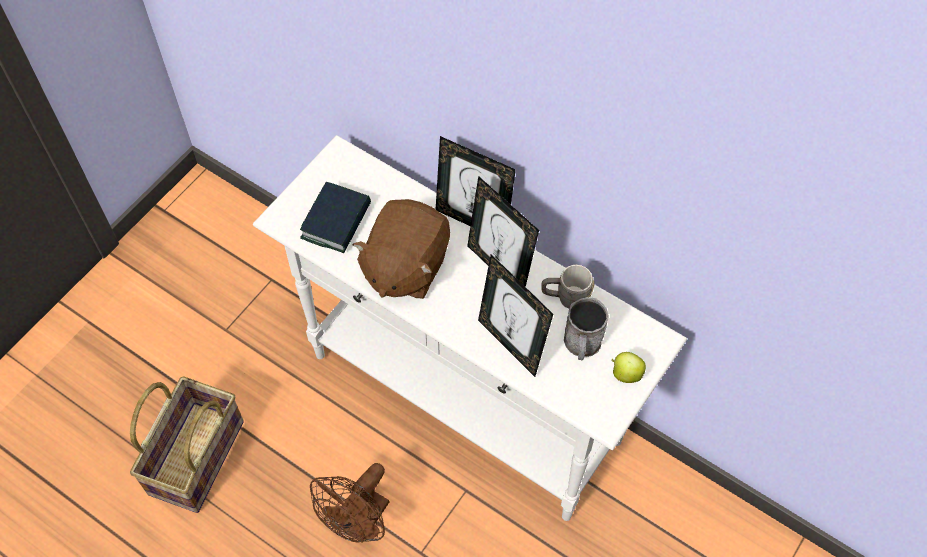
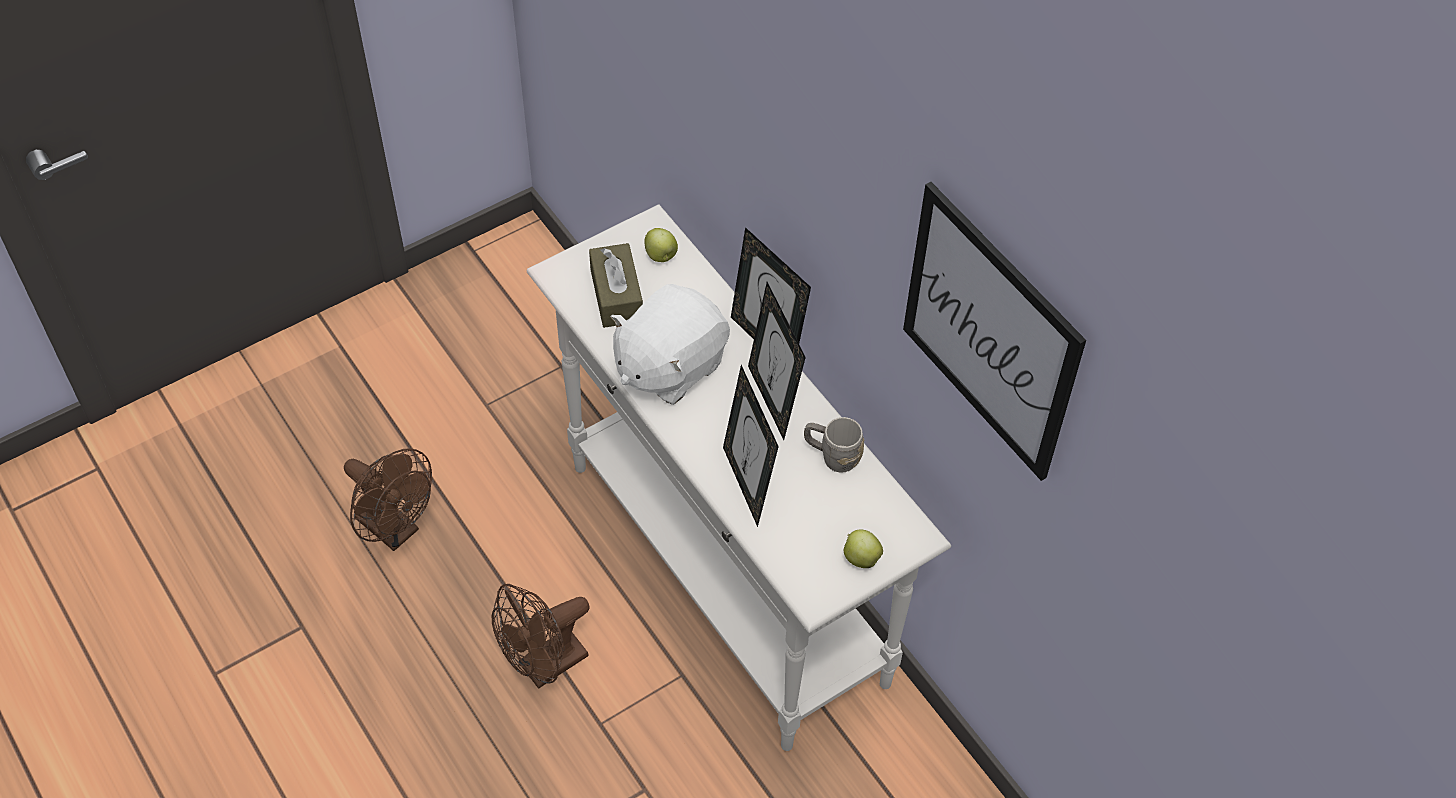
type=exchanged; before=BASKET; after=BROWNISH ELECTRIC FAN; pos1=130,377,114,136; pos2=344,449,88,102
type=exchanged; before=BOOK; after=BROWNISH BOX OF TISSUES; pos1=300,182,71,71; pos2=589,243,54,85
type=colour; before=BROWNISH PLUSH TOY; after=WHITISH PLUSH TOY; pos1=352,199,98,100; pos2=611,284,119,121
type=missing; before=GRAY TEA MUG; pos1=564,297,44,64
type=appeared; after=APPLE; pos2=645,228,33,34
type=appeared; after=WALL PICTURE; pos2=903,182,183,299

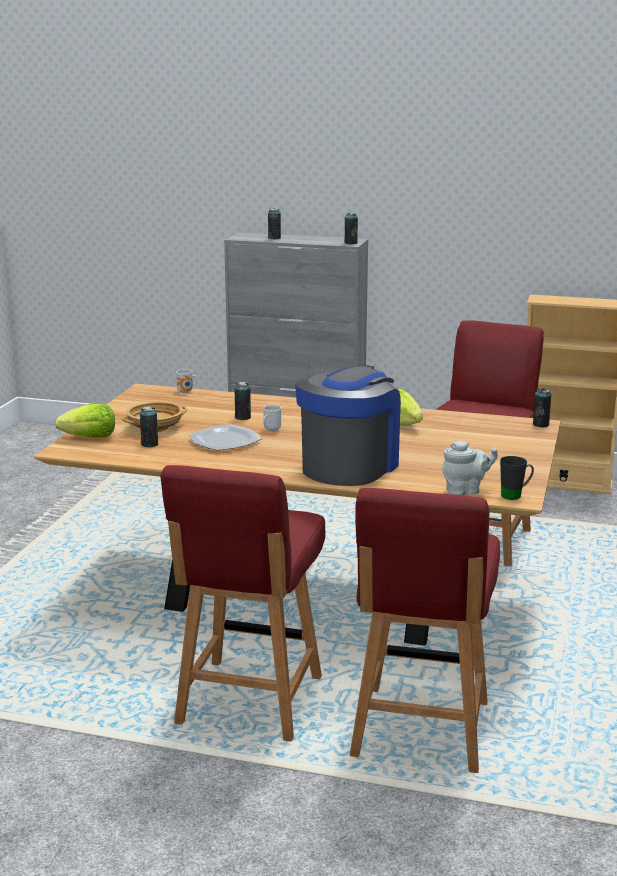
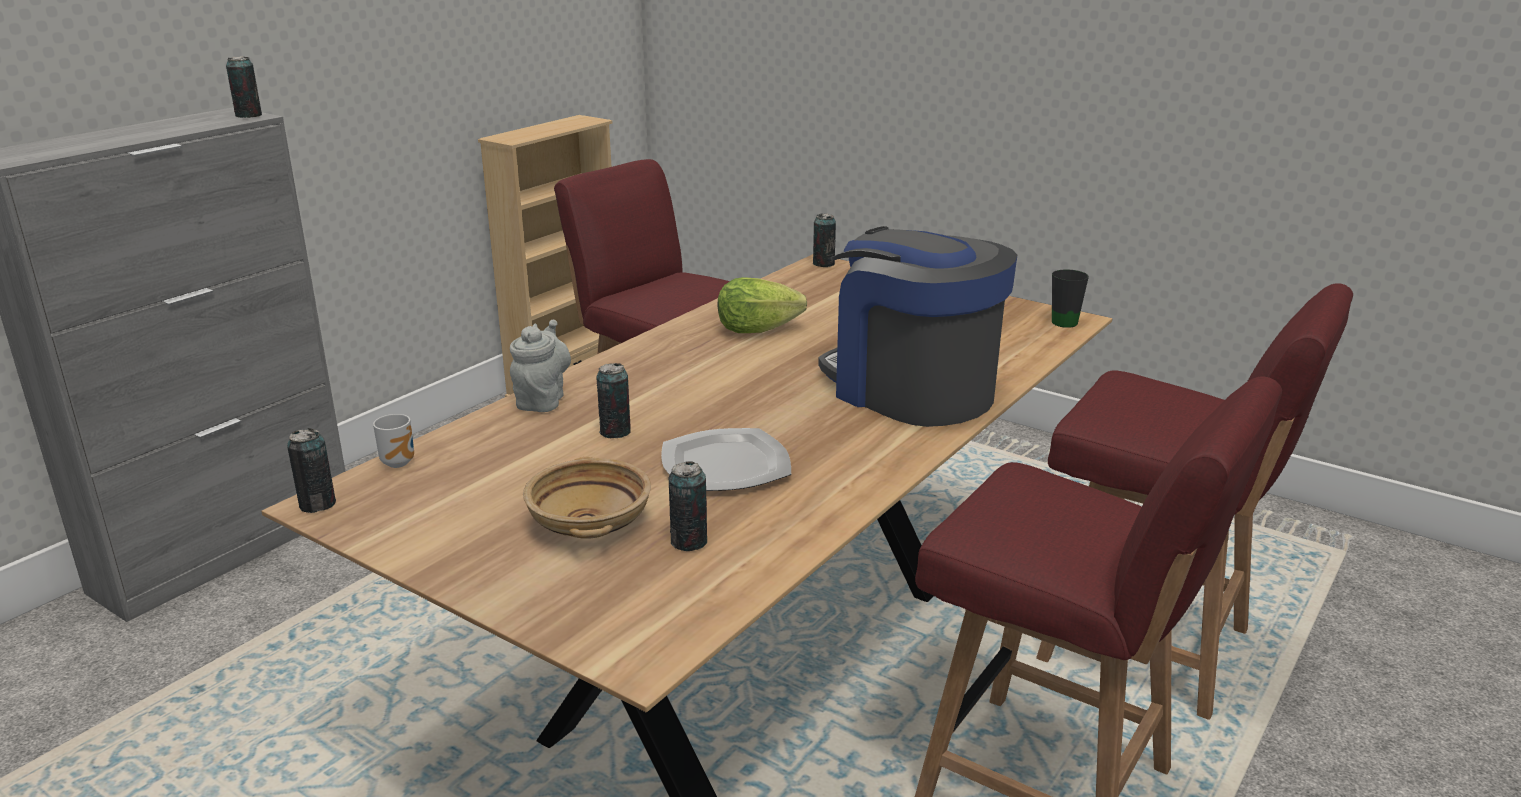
type=missing; before=LETTUCE HEAD; pos1=55,403,60,35
type=missing; before=TEA MUG; pos1=263,405,18,27
type=relocated; before=METAL CAN; pos1=268,209,13,30; pos2=287,428,49,85
type=relocated; before=GRAY POT FOR TEA; pos1=442,441,56,54; pos2=510,320,61,92

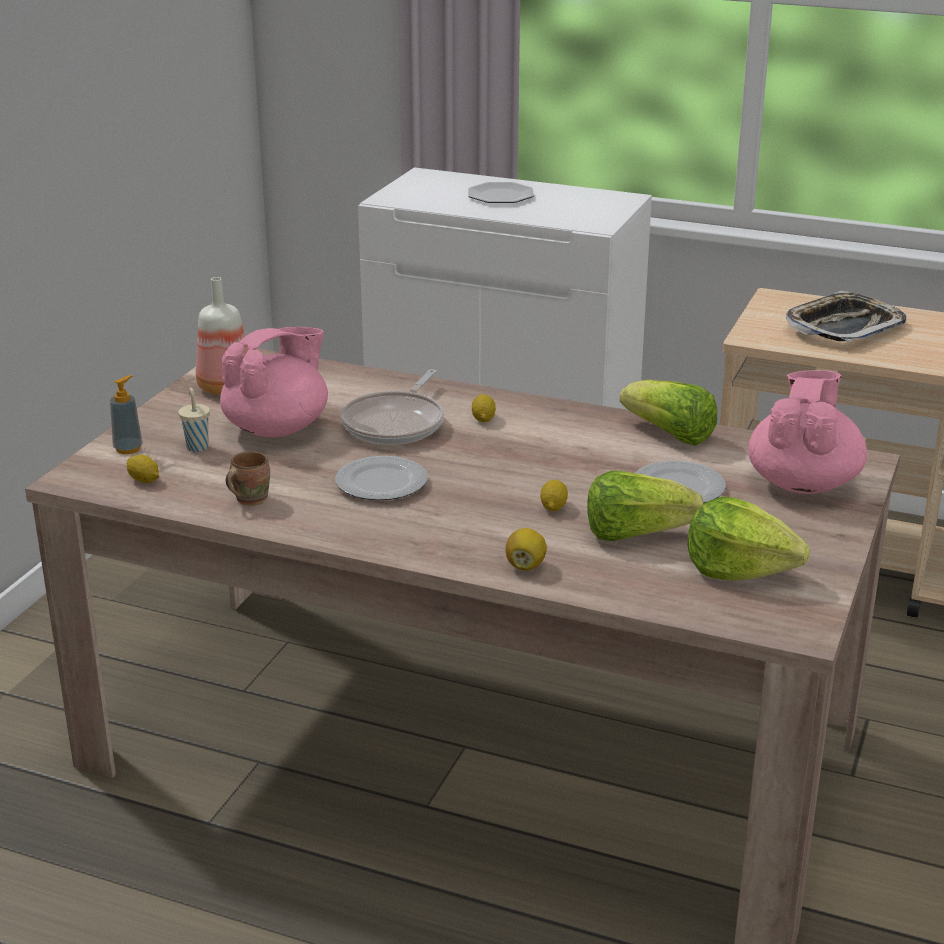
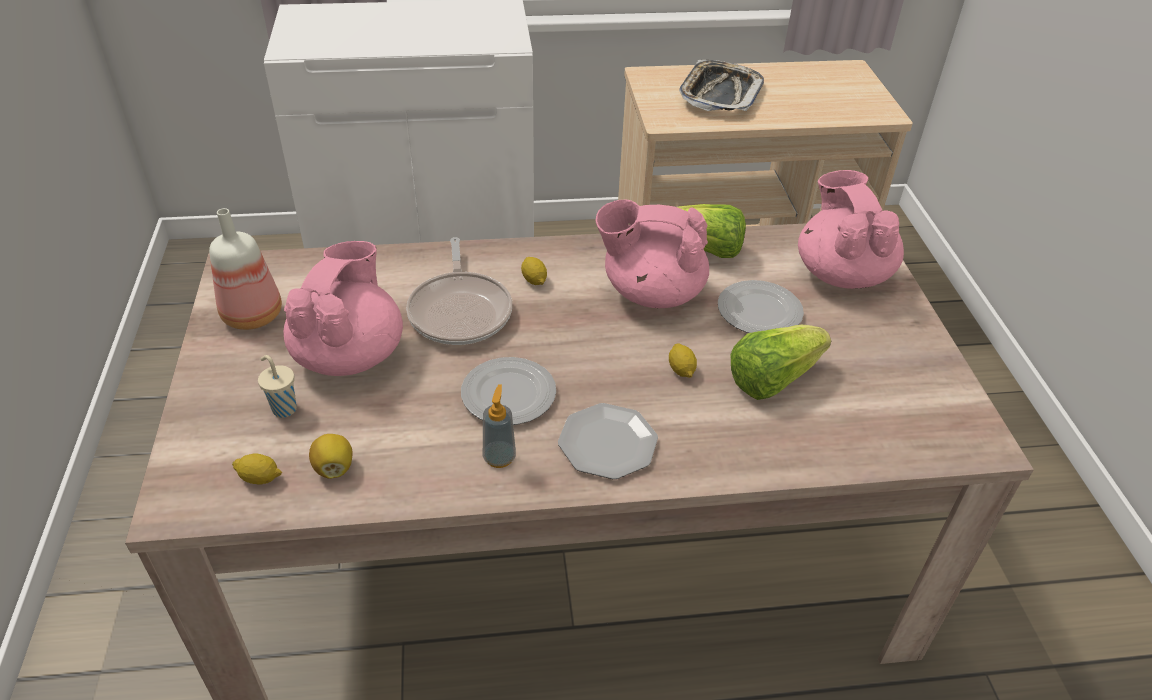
type=relocated; before=SOAP DISPENSER; pos1=110,375,33,79; pos2=483,384,33,84
type=missing; before=BROWNISH TEA MUG; pos1=226,451,44,55
type=relocated; before=DINNER PLATE; pos1=468,182,66,21; pos2=558,403,100,76
type=relocated; before=WHOLE LEMON; pos1=505,528,42,43; pos2=309,434,43,45
type=missing; before=LETTUCE HEAD; pos1=687,496,123,85
type=appeared; after=PINK-COLOURED POT FOR TEA; pos2=596,200,113,108

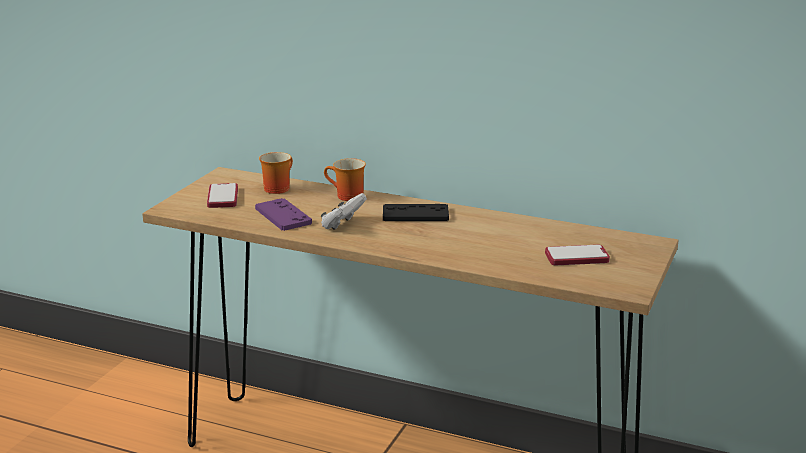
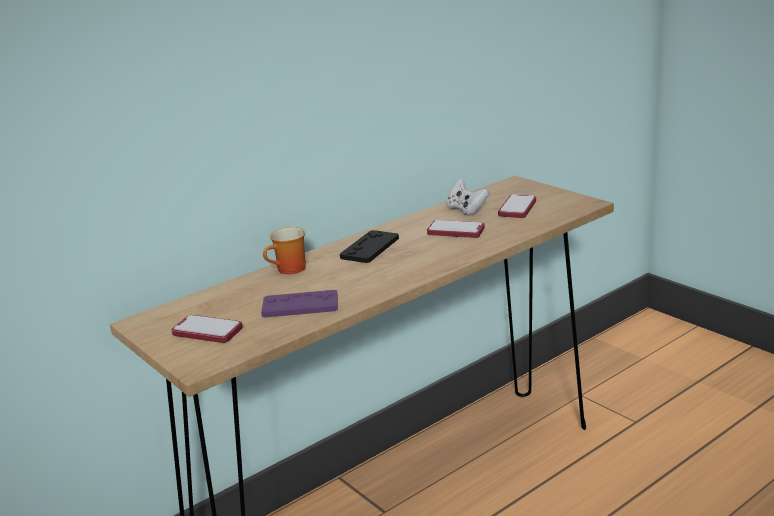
type=missing; before=TEA MUG; pos1=259,152,34,42
type=relocated; before=WHITISH GAMEPAD; pos1=321,193,46,37; pos2=446,179,43,37
type=appeared; after=PHONE; pos2=427,220,58,18

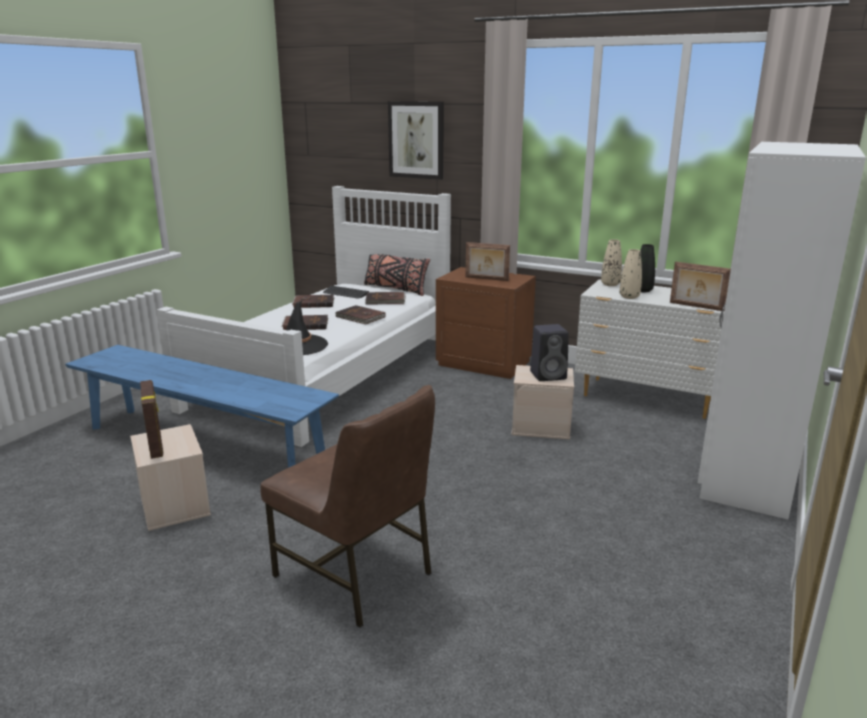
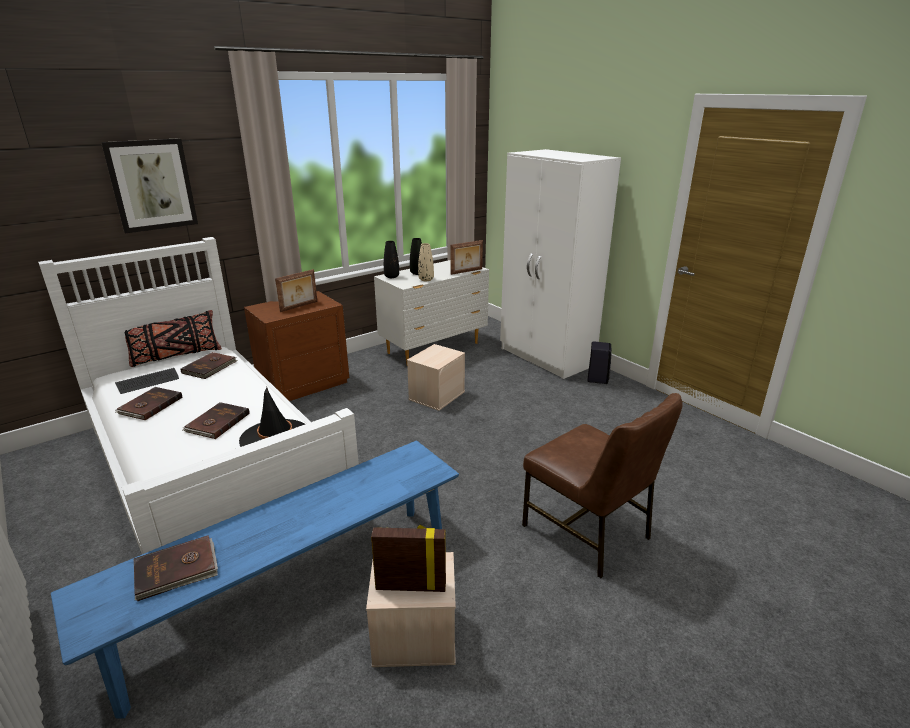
type=spun; before=BROWNISH PLAIN CHAIR; pos1=260,385,175,243; pos2=522,393,161,185; turn=75
type=relocated; before=BROWNISH BOOK; pos1=335,305,51,20; pos2=134,535,84,66
type=relocated; before=BLACK AUDIO SPEAKER; pos1=530,324,39,57; pos2=588,341,24,43
type=colour; before=BEIGE-COLOURED VASE; after=BLACK VASE; pos1=601,239,21,47; pos2=384,241,15,37

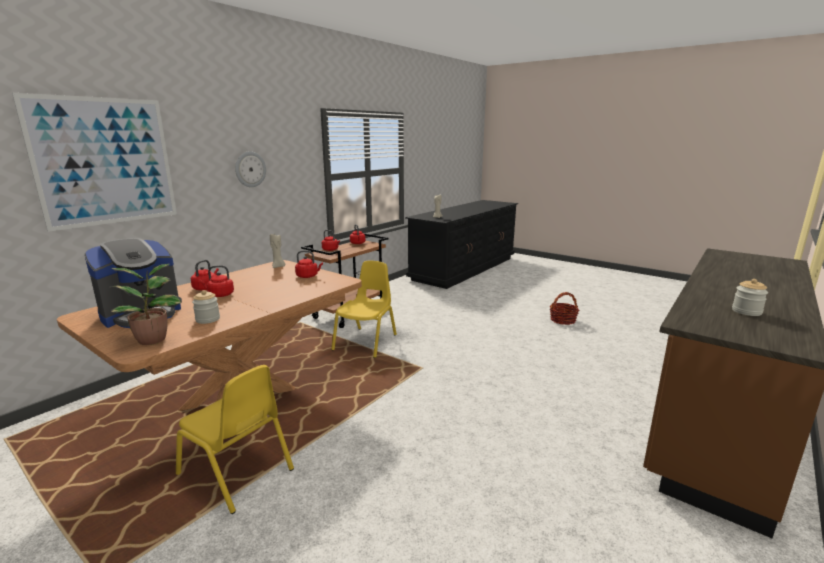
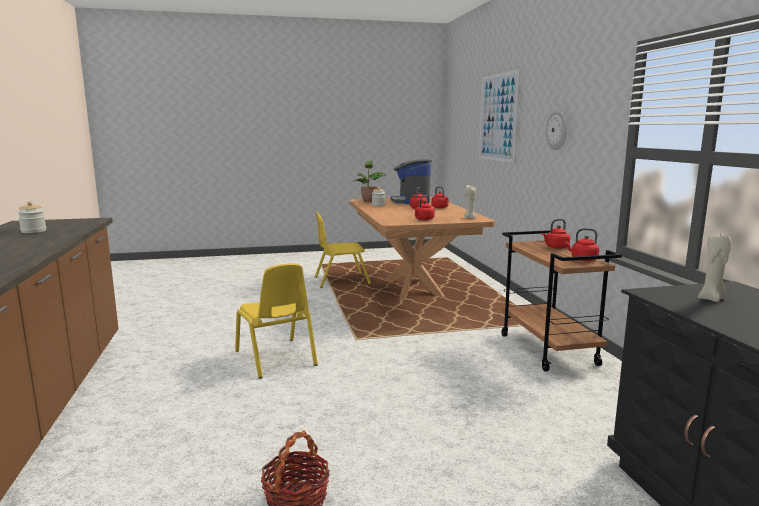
type=relocated; before=YELLOWISH PLAIN CHAIR; pos1=331,261,66,97; pos2=235,263,83,116

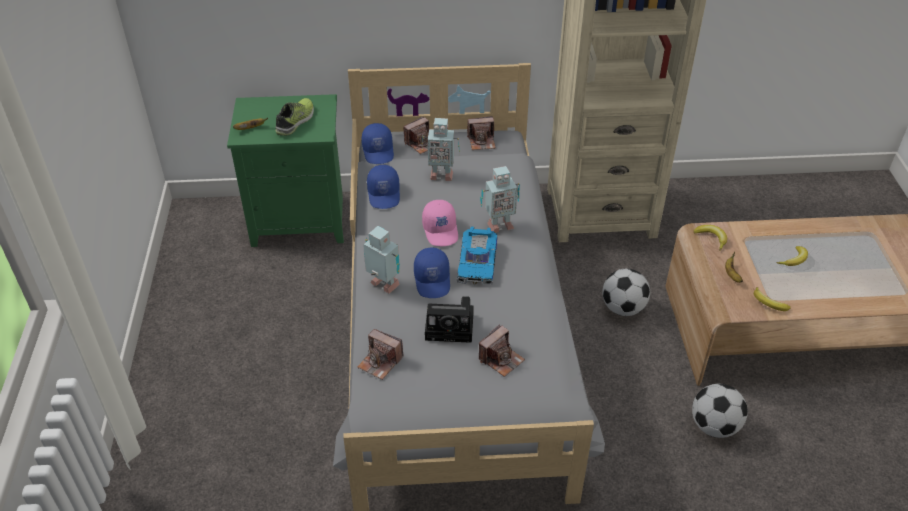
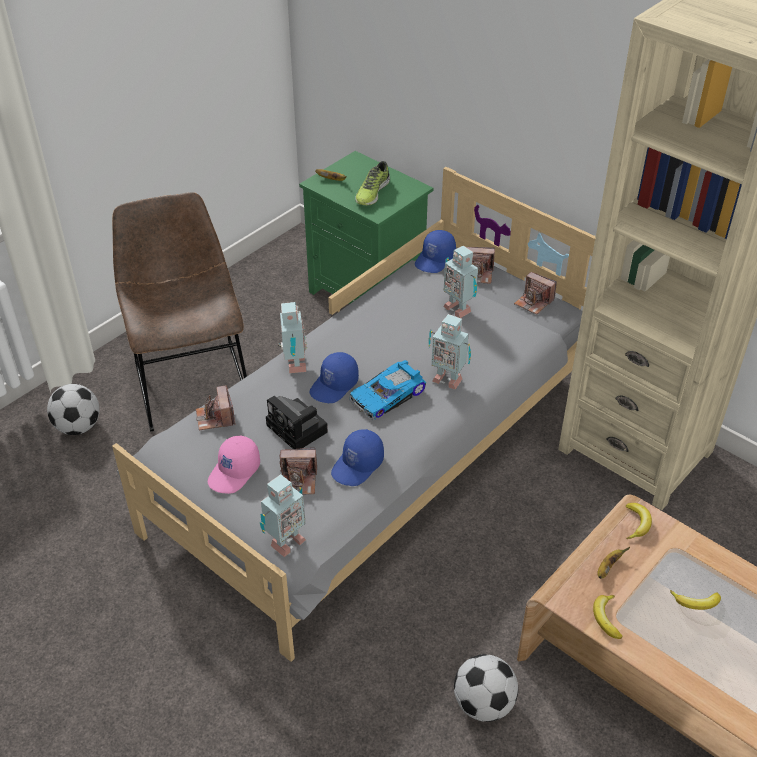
type=spun; before=ITEM OF FOOTWEAR; pos1=275,98,39,38; pos2=355,161,35,45; turn=135
type=relocated; before=BLUISH BASEBALL CAP; pos1=367,165,33,44; pos2=331,429,53,57
type=relocated; before=PINK-COLOURED BASEBALL CAP; pos1=422,200,36,46; pos2=208,435,52,59
type=relocated; before=FOOTBALL; pos1=602,269,48,47; pos2=47,384,53,51
type=appeared; after=BROWNISH PLAIN CHAIR; pos2=112,192,135,240
type=appeared; after=TOY ROBOT; pos2=260,474,46,83

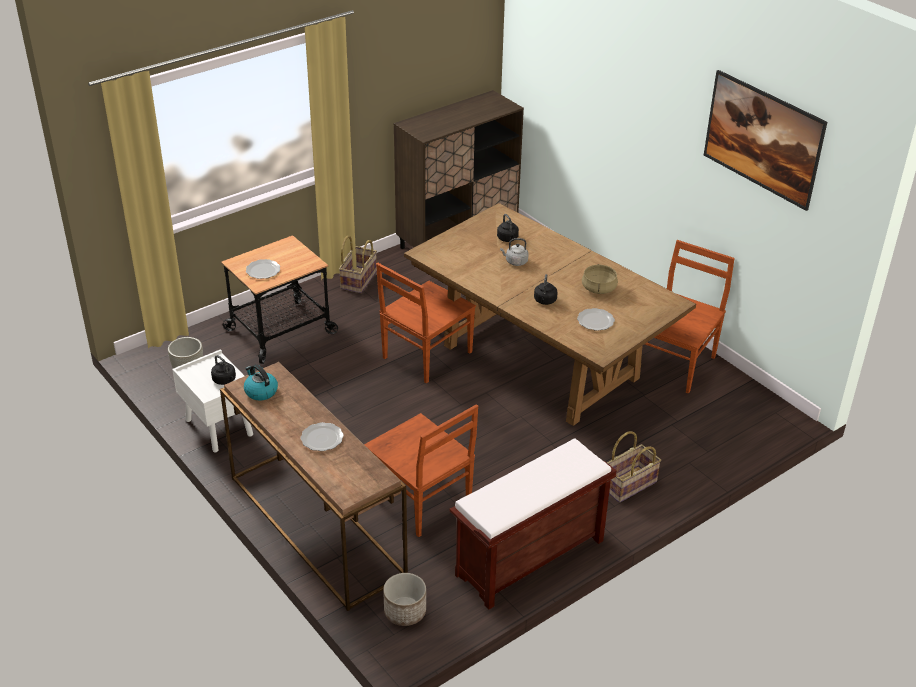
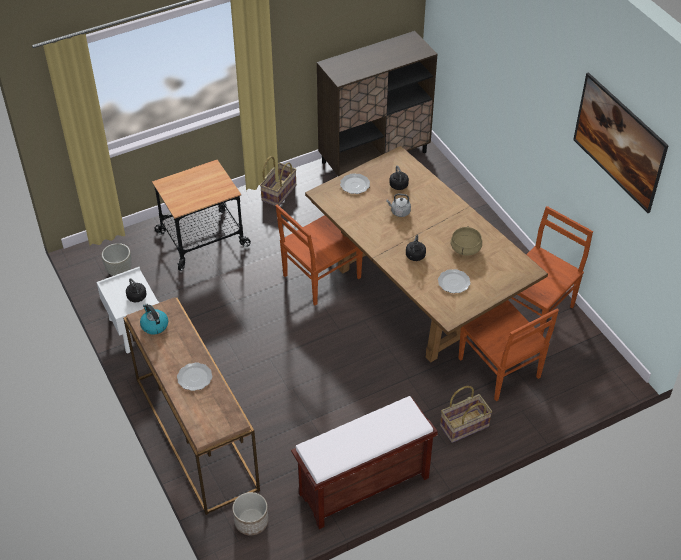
type=relocated; before=DINNER PLATE; pos1=246,259,34,20; pos2=340,173,30,21
type=relocated; before=BROWNISH PLAIN CHAIR; pos1=364,404,114,133; pos2=458,300,101,101

